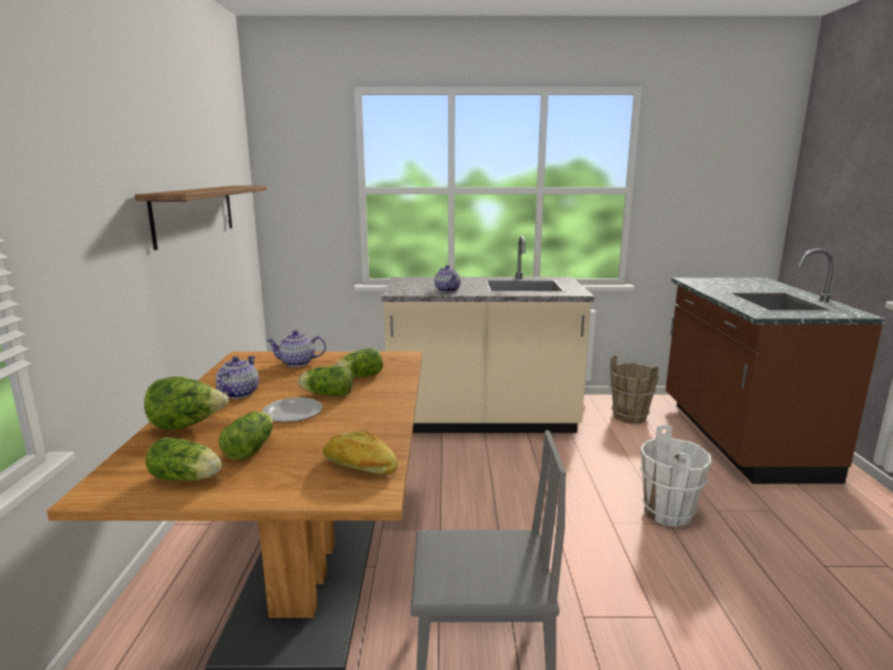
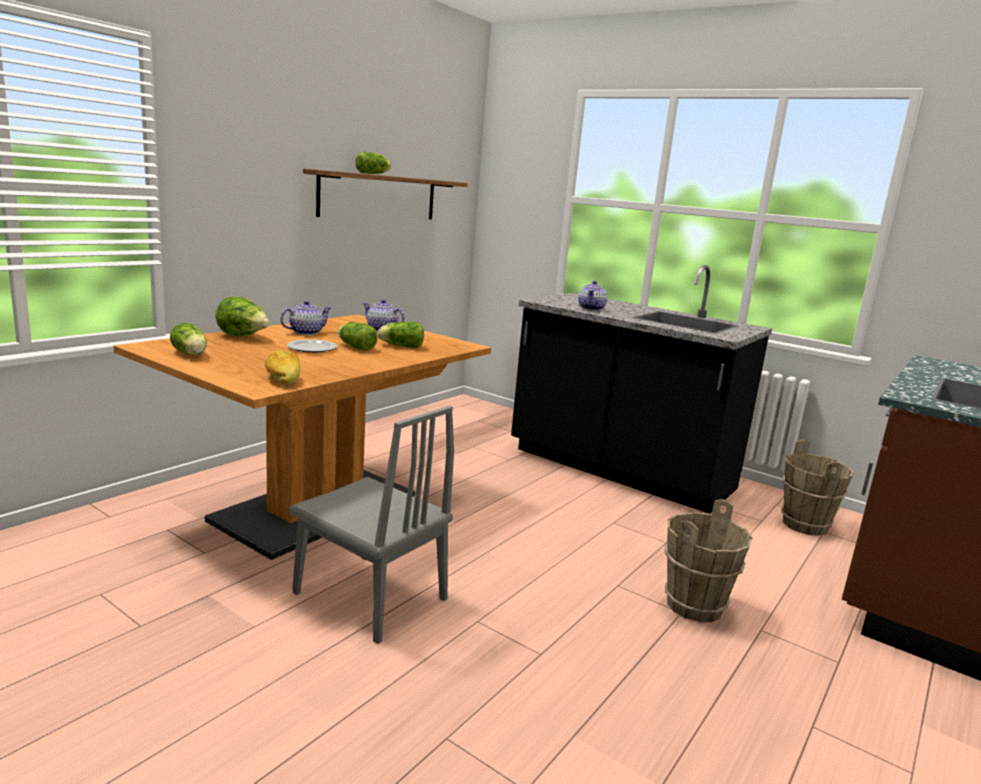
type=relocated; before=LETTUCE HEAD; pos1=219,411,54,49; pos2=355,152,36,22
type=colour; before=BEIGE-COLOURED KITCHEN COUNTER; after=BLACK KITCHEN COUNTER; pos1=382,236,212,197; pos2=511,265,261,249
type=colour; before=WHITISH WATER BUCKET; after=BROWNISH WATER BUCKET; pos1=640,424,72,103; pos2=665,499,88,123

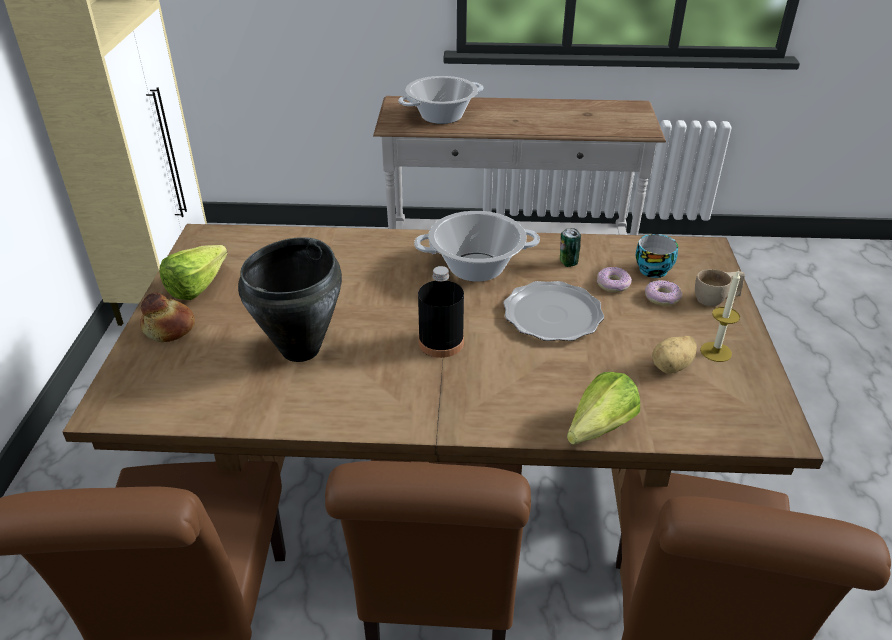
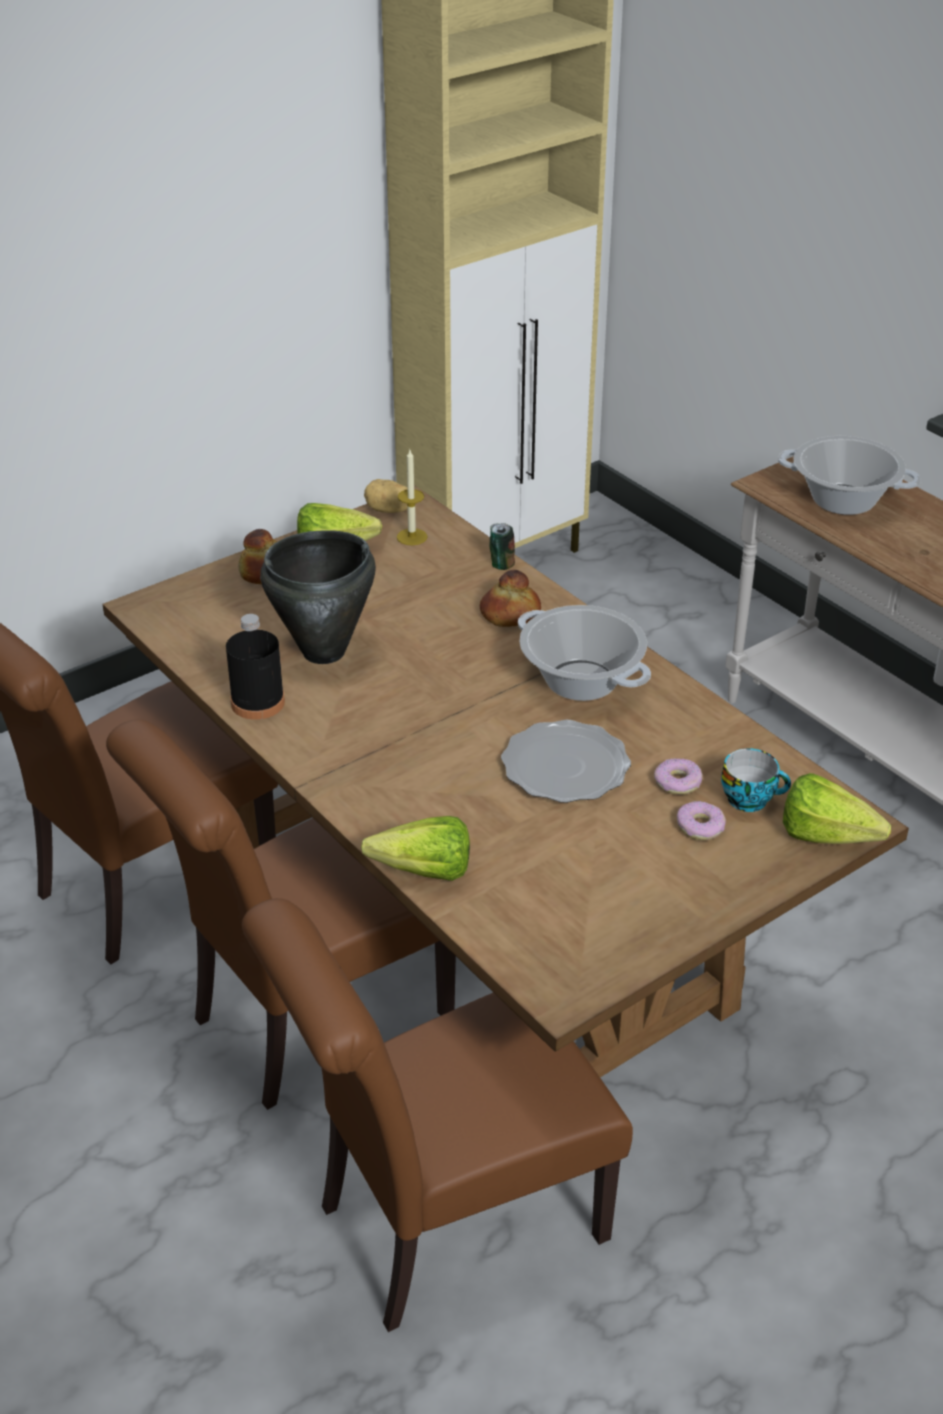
type=relocated; before=BLACK BOTTLE; pos1=418,266,46,92; pos2=226,614,59,106
type=relocated; before=METAL CAN; pos1=560,228,21,39; pos2=489,523,26,47
type=relocated; before=SPUD; pos1=652,336,45,38; pos2=364,479,44,34
type=missing; before=BEIGE-COLOURED SMALL CUP; pos1=695,269,50,37
type=relocated; before=WAX CANDLE; pos1=700,270,40,92; pos2=397,450,31,95
type=appeared; after=BAKED BREAD; pos2=480,570,61,57
type=appeared; after=LETTUCE HEAD; pos2=783,773,108,71

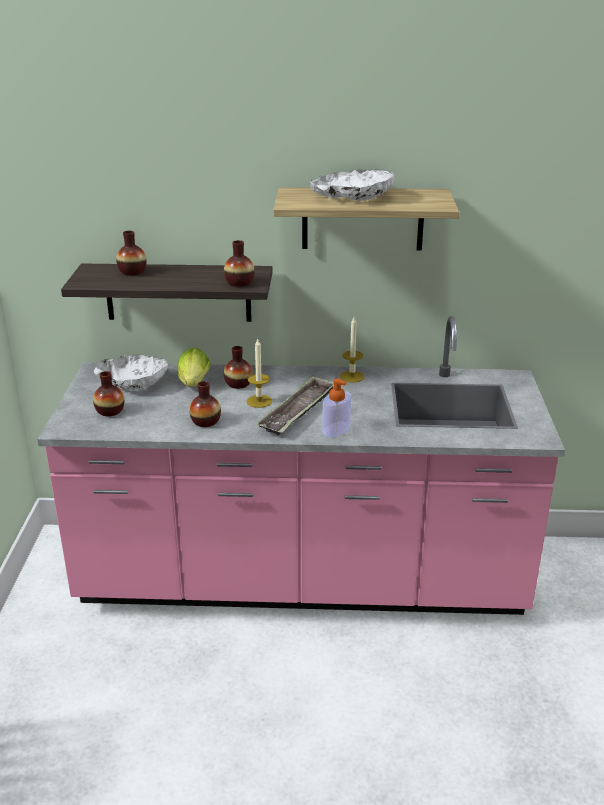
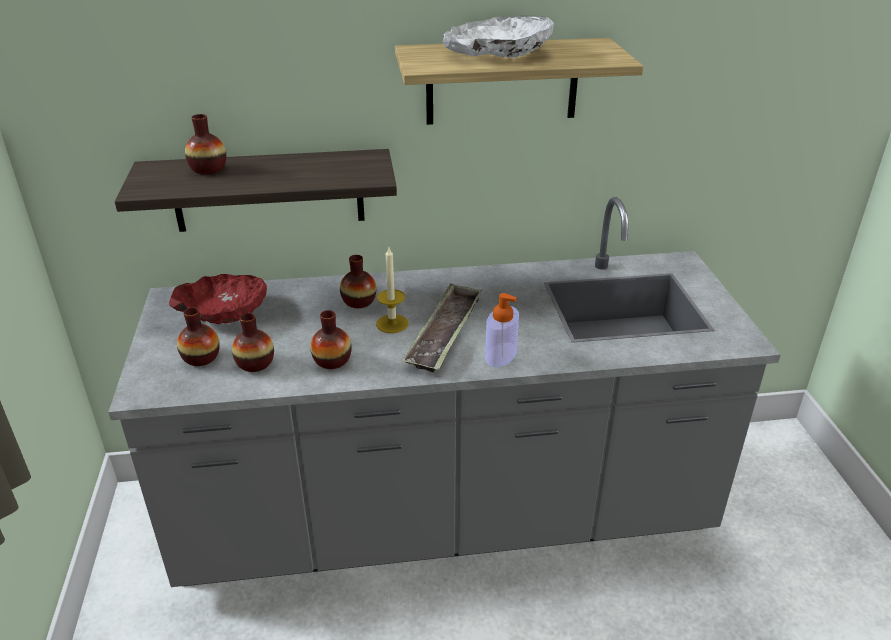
type=colour; before=PINK-COLOURED KITCHEN COUNTER; after=GRAY KITCHEN COUNTER; pos1=37,316,528,299; pos2=109,197,671,390
type=colour; before=WHITISH DEEP DISH; after=RED-COLOURED DEEP DISH; pos1=94,354,74,36; pos2=169,274,98,50
type=missing; before=LETTUCE HEAD; pos1=178,347,32,40
type=relocated; before=VASE; pos1=224,240,31,47; pos2=232,313,42,59
type=missing; before=WAX CANDLE; pos1=340,317,24,66

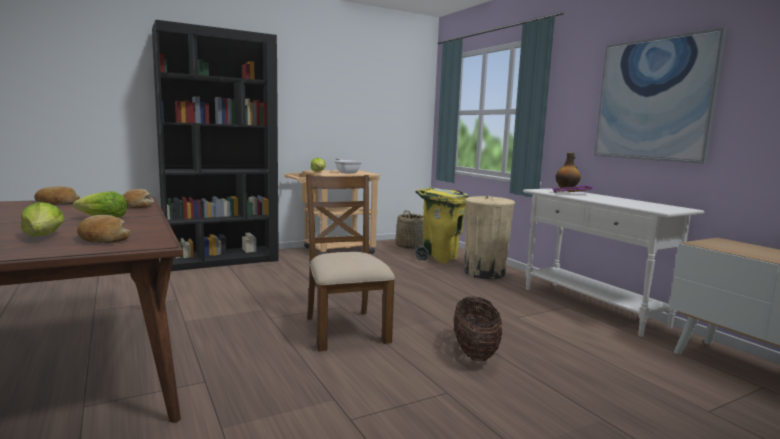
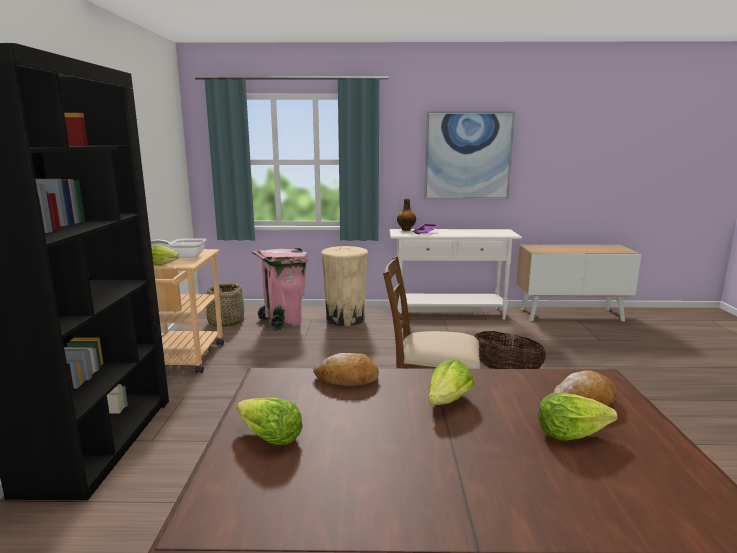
type=exchanged; before=BAKED BREAD; after=LETTUCE HEAD; pos1=34,186,46,19; pos2=236,398,67,47
type=colour; before=YELLOWISH RUBBISH BIN; after=PINK-COLOURED RUBBISH BIN; pos1=415,187,54,76; pos2=252,248,57,83

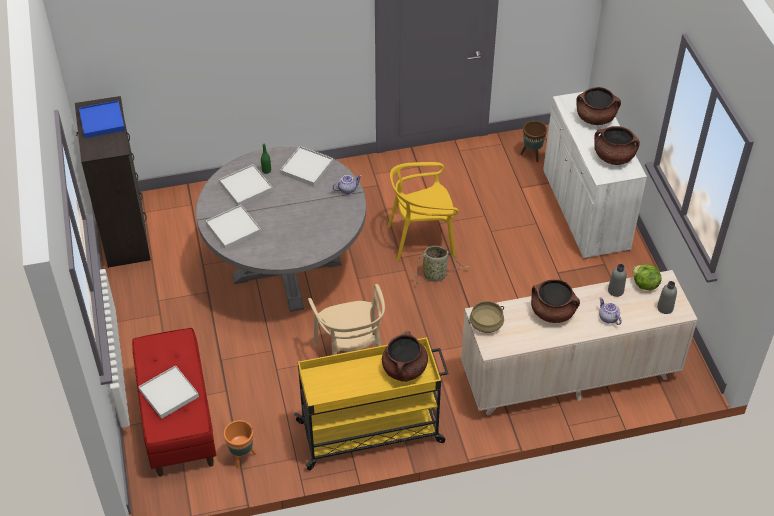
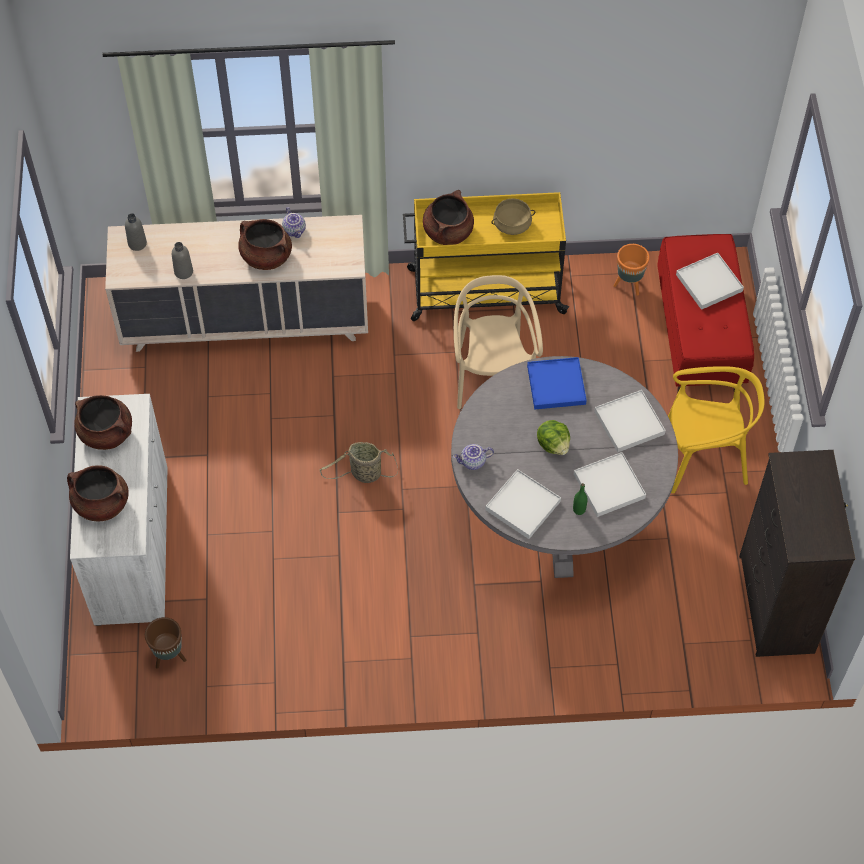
type=relocated; before=BLUISH TRAY; pos1=79,100,46,38; pos2=527,357,60,53
type=relocated; before=YELLOWISH PLAIN CHAIR; pos1=388,162,71,99; pos2=668,366,97,127
type=relocated; before=BEIGE-COLOURED STOCKPOT; pos1=468,301,36,32; pos2=491,198,44,37
type=relocated; before=POT FOR TEA; pos1=599,297,23,28; pos2=282,207,24,31
type=relocated; before=LETTUCE HEAD; pos1=633,264,29,27; pos2=537,420,33,35

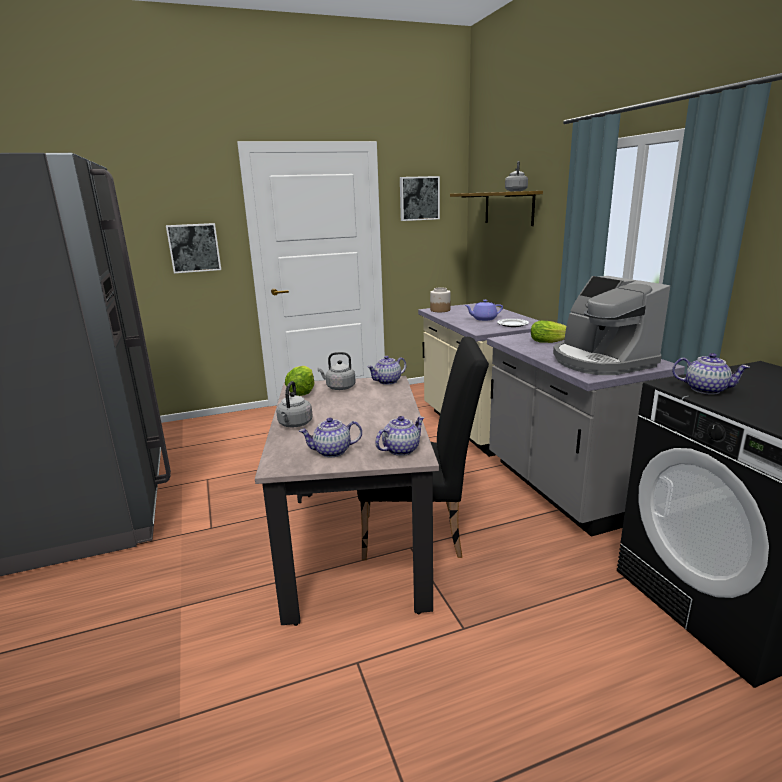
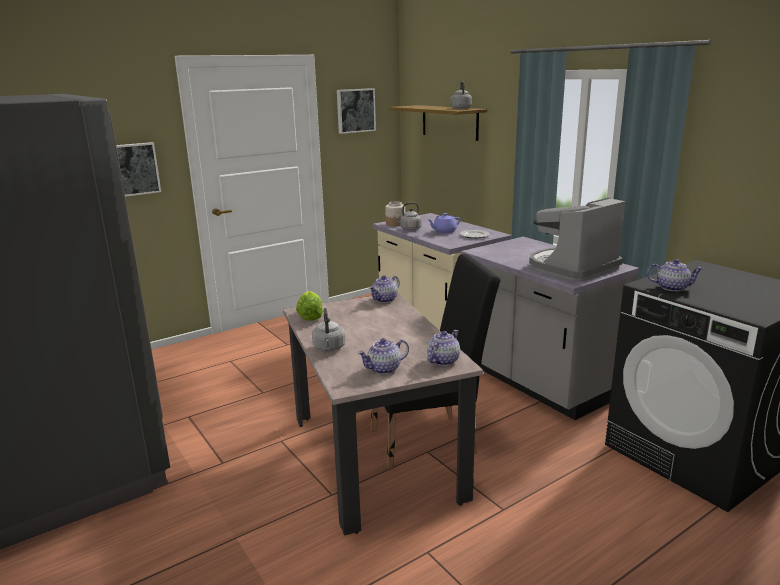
type=relocated; before=GRAY KETTLE; pos1=318,352,38,38; pos2=394,202,28,28
type=missing; before=LETTUCE HEAD; pos1=531,320,35,23
type=spun; before=COFFEE BREWER; pos1=553,276,117,99; pos2=529,197,96,85; turn=90

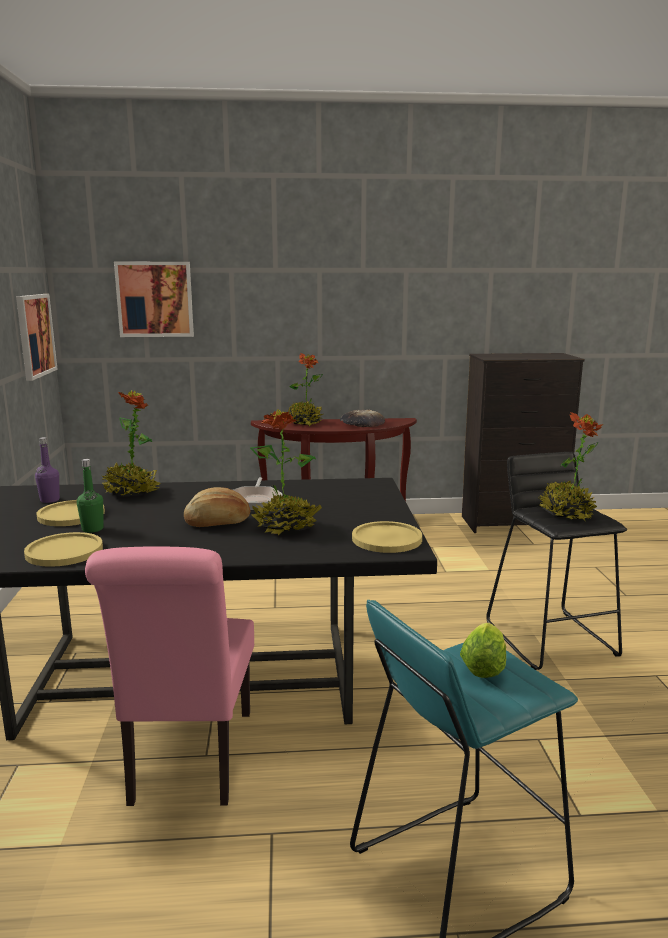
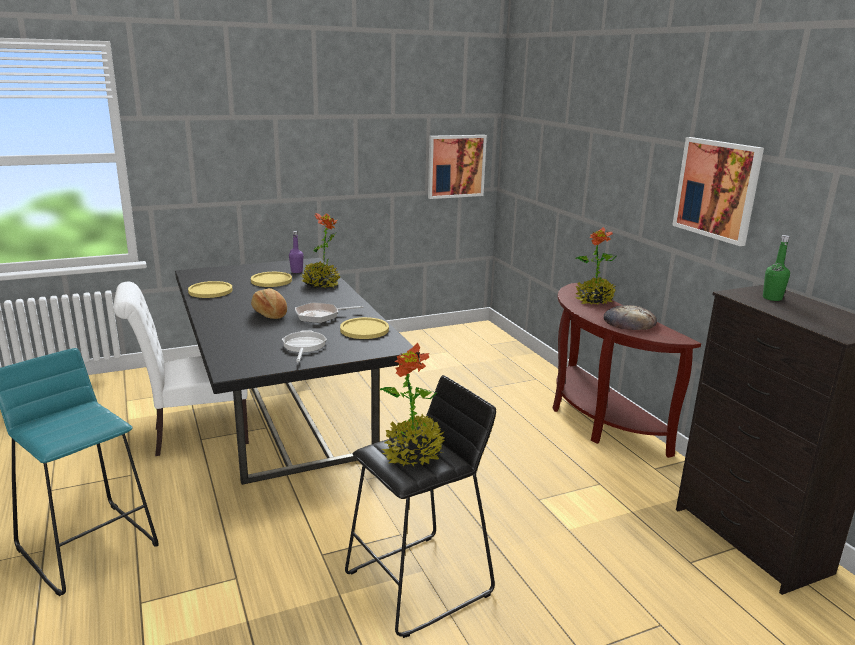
type=relocated; before=GREEN BOTTLE; pos1=77,459,26,74; pos2=763,235,27,66
type=colour; before=PINK-COLOURED PLAIN CHAIR; after=WHITISH PLAIN CHAIR; pos1=85,546,169,260; pos2=113,282,136,174
type=relocated; before=WALL PICTURE; pos1=114,262,80,75; pos2=672,137,92,109
type=missing; before=POTTED PLANT; pos1=250,409,72,126
type=relocated; before=YELLOWISH DINNER PLATE; pos1=352,521,70,32; pos2=340,317,49,22
type=missing; before=LETTUCE HEAD; pos1=460,623,46,55
type=appeared; after=FRYING PAN; pos2=282,330,45,32

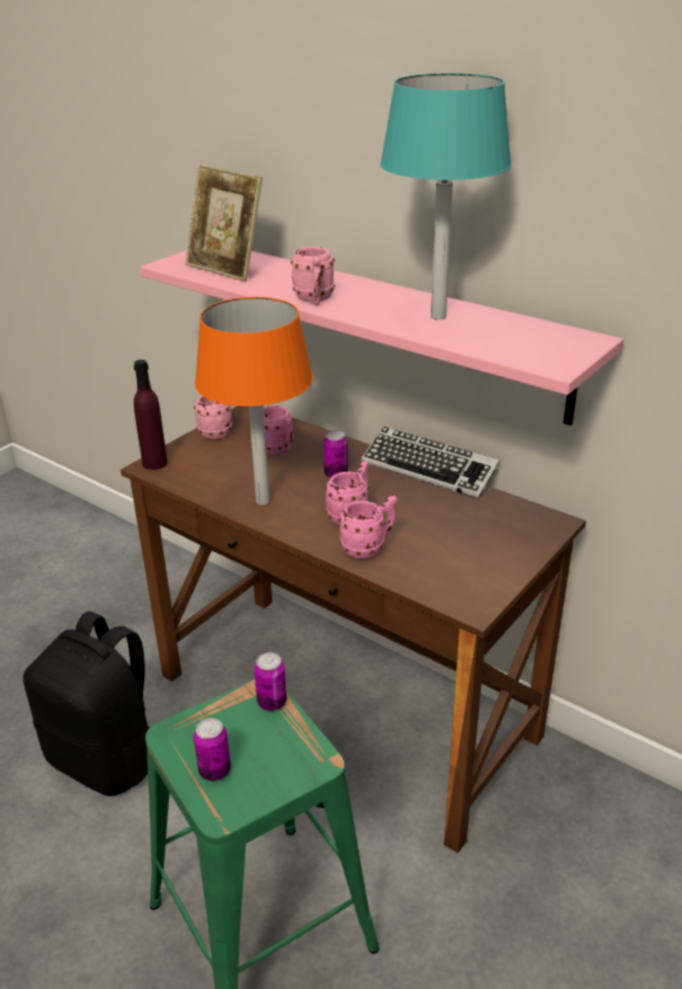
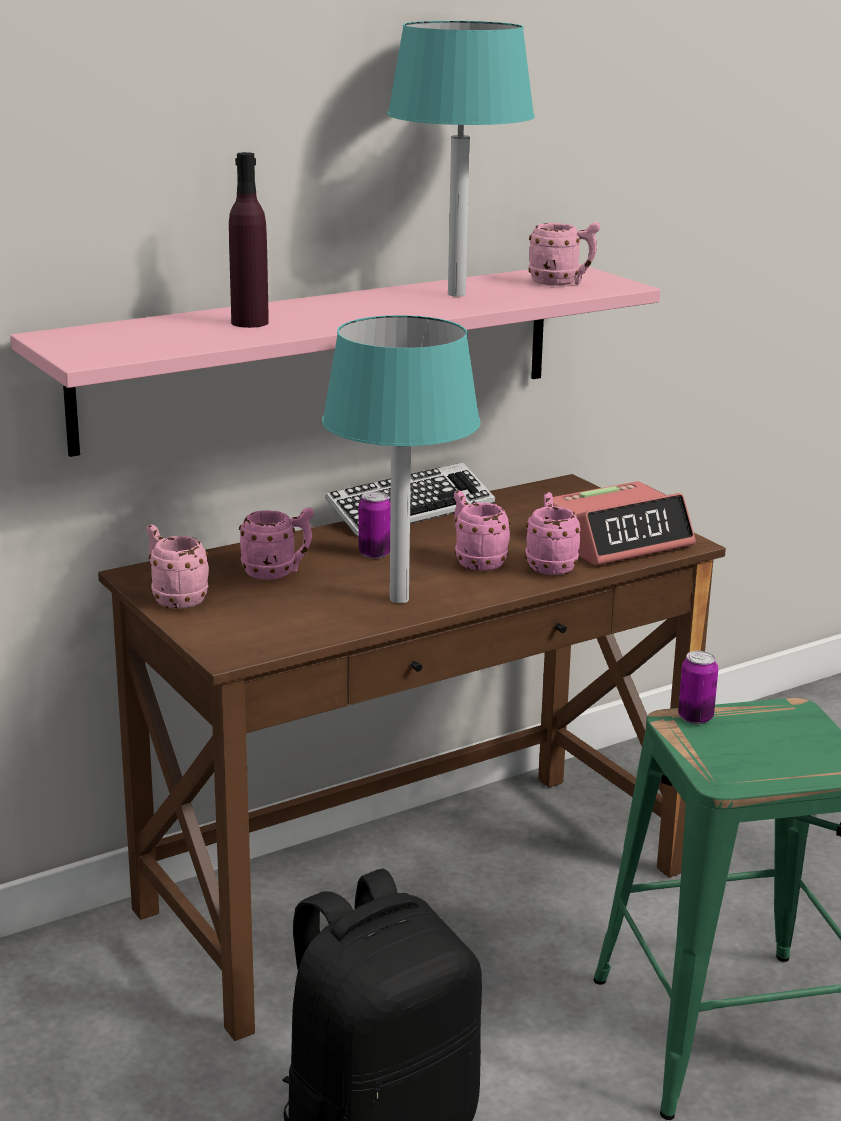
type=relocated; before=PURPLE BOTTLE; pos1=134,360,34,110; pos2=229,152,40,176
type=missing; before=STANDING FRAME; pos1=185,164,78,118
type=missing; before=METAL CAN; pos1=193,718,38,63
type=colour; before=ORANGE TABLE LAMP; after=TURQUOISE TABLE LAMP; pos1=195,297,118,208; pos2=322,315,159,288
type=relocated; before=PINK-COLOURED TEA MUG; pos1=291,247,44,58; pos2=529,222,71,64
type=appeared; after=TABLE CLOCK; pos2=553,481,143,85

